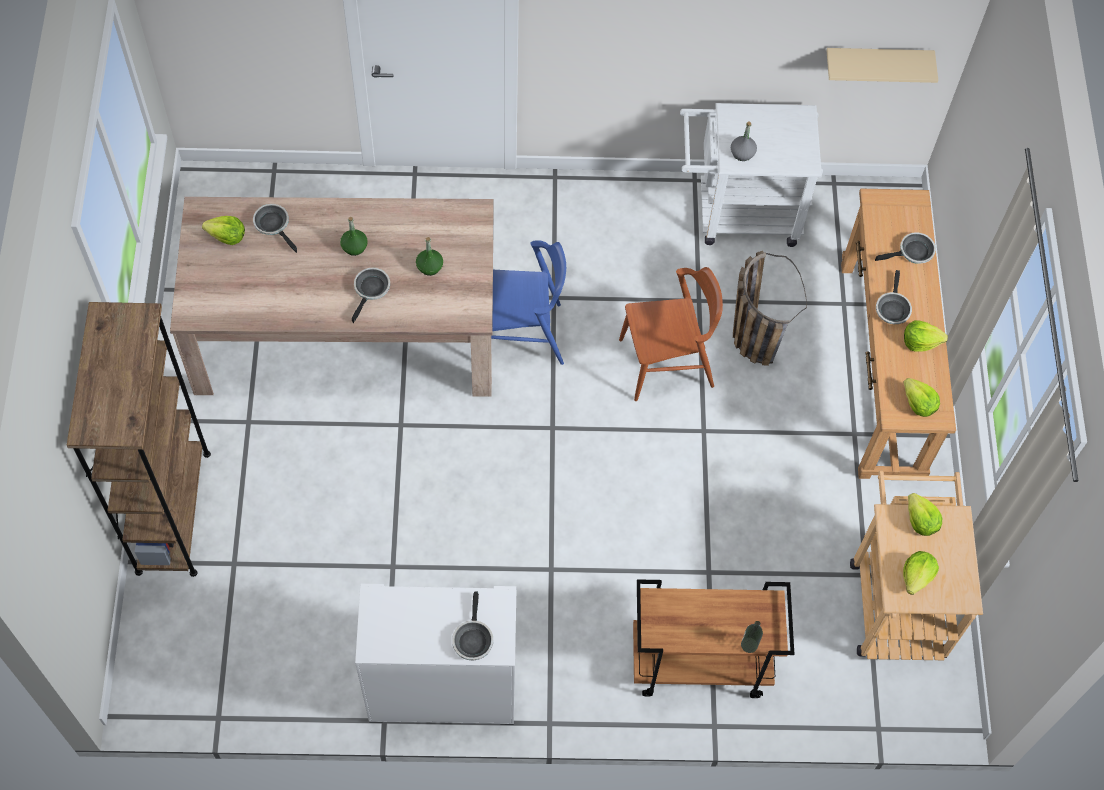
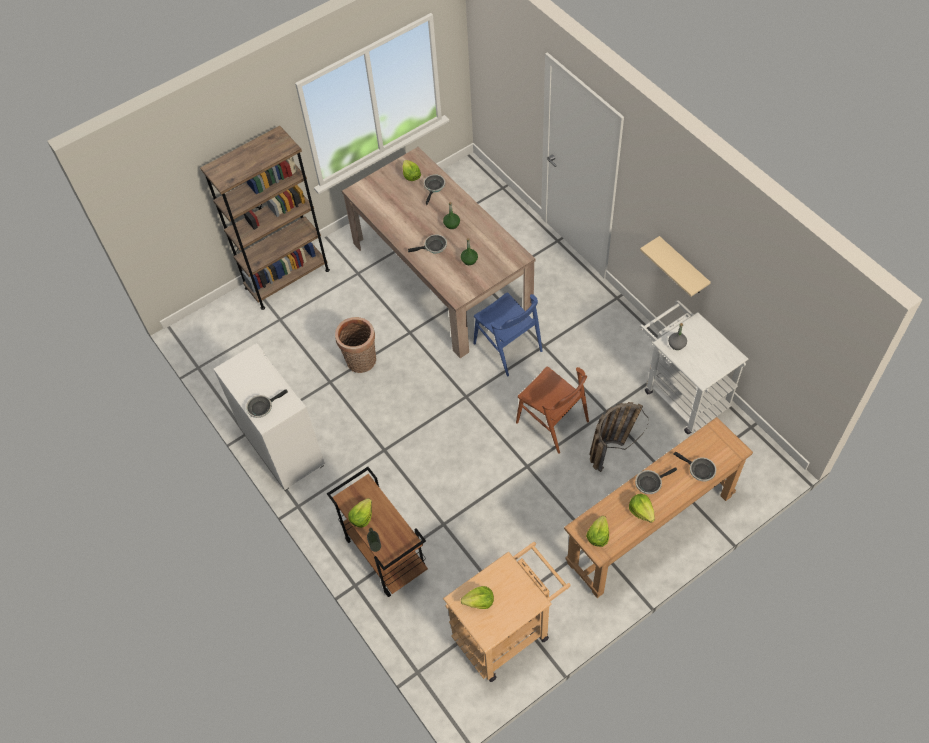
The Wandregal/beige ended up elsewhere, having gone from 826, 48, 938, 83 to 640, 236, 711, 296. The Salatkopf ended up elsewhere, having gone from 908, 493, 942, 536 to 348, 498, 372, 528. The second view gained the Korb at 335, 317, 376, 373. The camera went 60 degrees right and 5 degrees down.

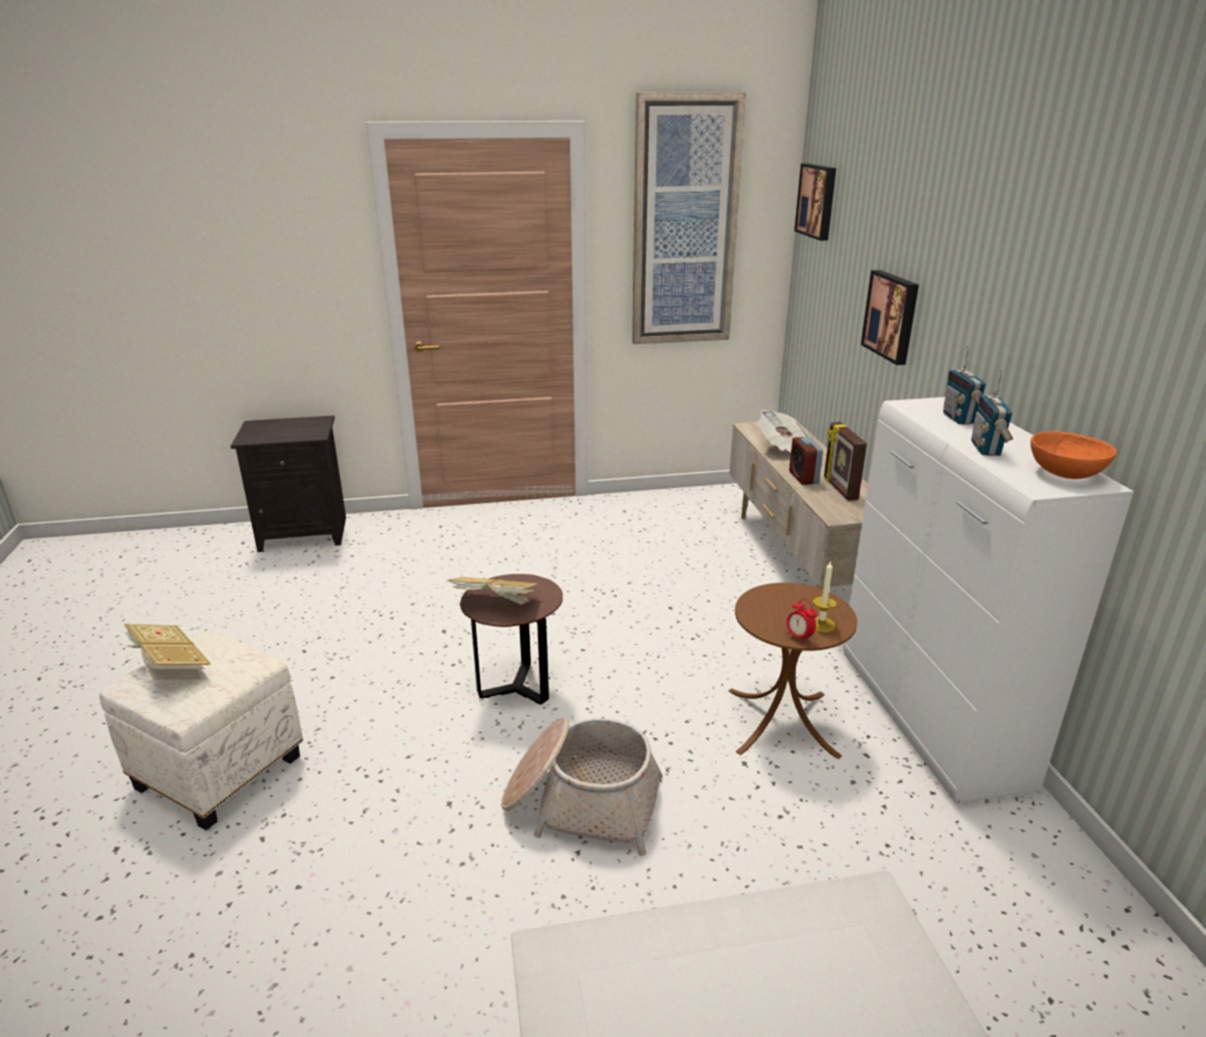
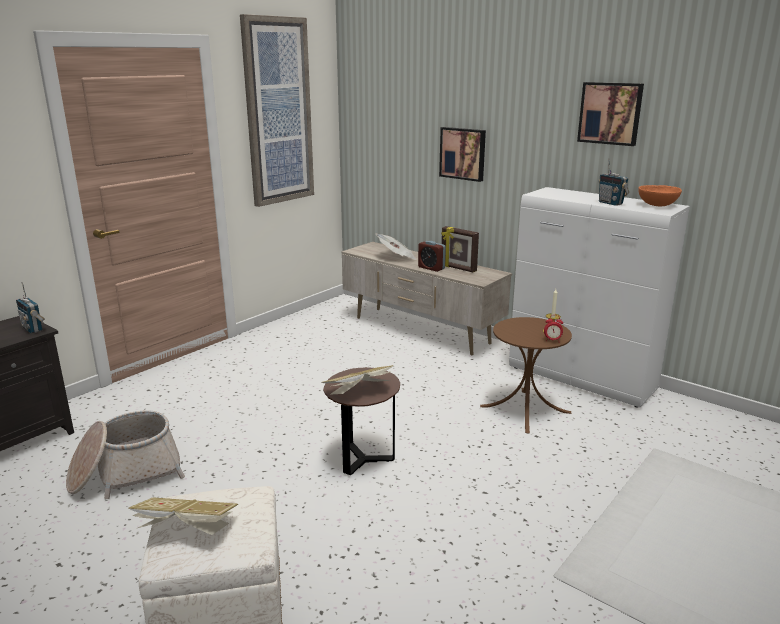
The Bild ended up elsewhere, having gone from 794, 163, 836, 241 to 577, 82, 644, 146. The Radio ended up elsewhere, having gone from 943, 346, 986, 425 to 16, 282, 45, 334. The Korb ended up elsewhere, having gone from 501, 717, 663, 856 to 66, 410, 185, 499. The camera went 40 degrees left and 5 degrees down.

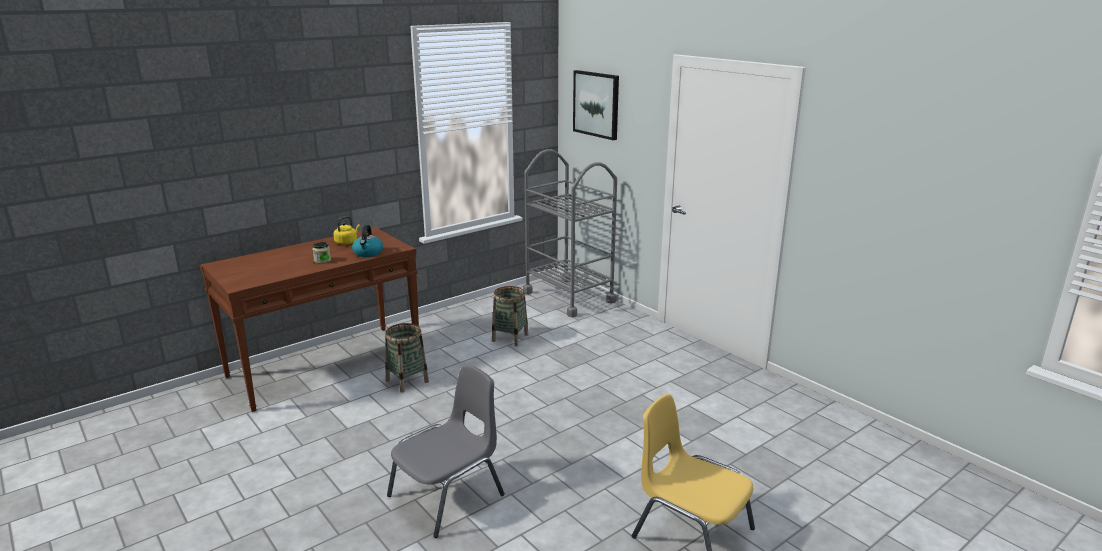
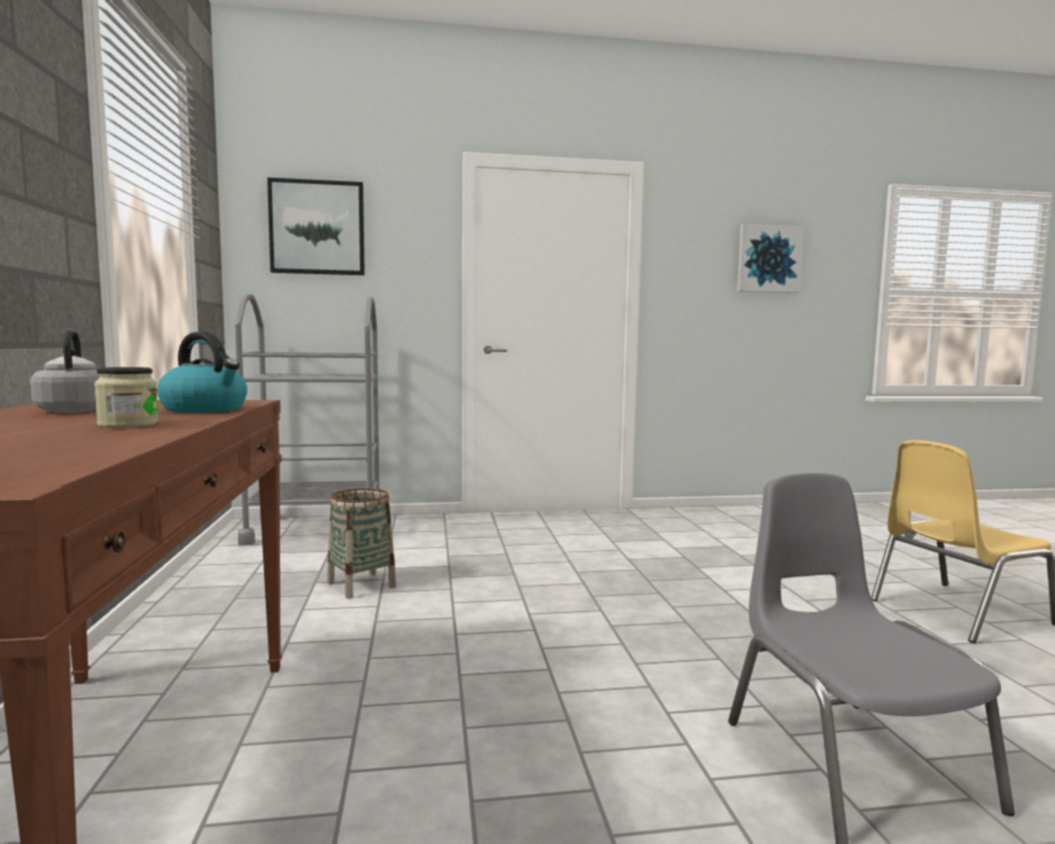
What was the Wasserkessel/gelb at 333, 216, 360, 245 turned into the Wasserkessel/grau at 30, 330, 99, 413. The second view lost the Korb at 385, 323, 429, 392. The second view gained the Bild at 737, 224, 804, 293. The camera went 60 degrees left and 15 degrees down.

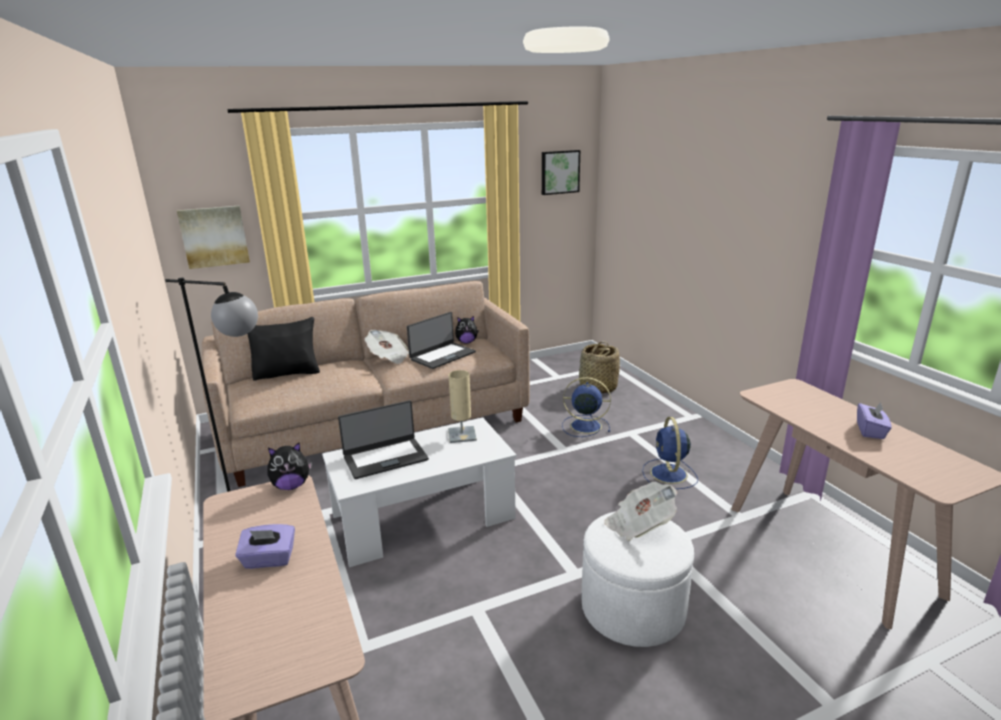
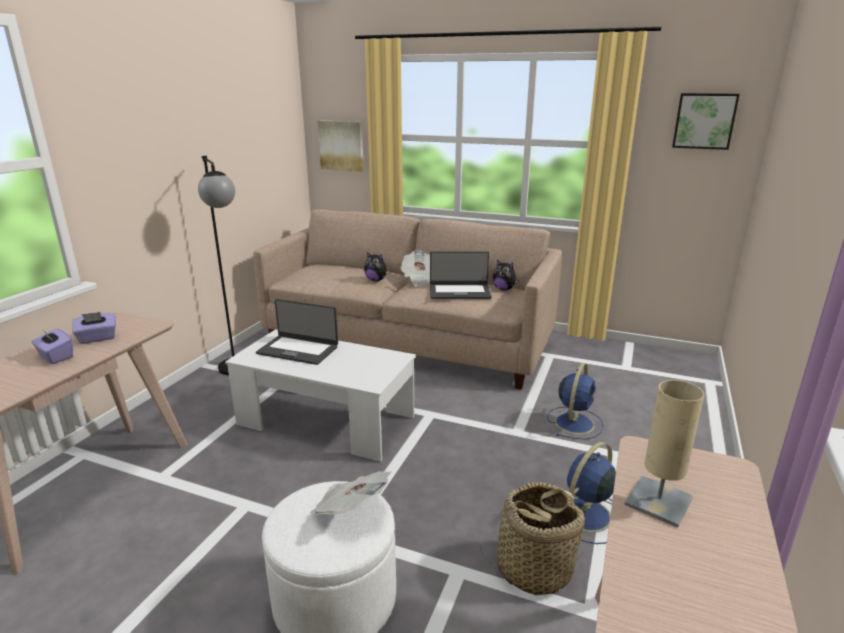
The second view lost the Kissen/schwarz at 247, 317, 320, 381. The Korb ended up elsewhere, having gone from 579, 342, 620, 393 to 480, 482, 586, 596. The Tischlampe/beige ended up elsewhere, having gone from 448, 370, 477, 443 to 624, 380, 704, 528. The Ventilator/blau at 562, 377, 611, 437 ended up facing another way, 60 degrees clockwise from before. The Taschentuchbox/lila ended up elsewhere, having gone from 857, 402, 892, 439 to 72, 312, 116, 344. The Plüschtier ended up elsewhere, having gone from 267, 443, 312, 490 to 364, 252, 390, 281. The camera went 45 degrees right and 0 degrees up.

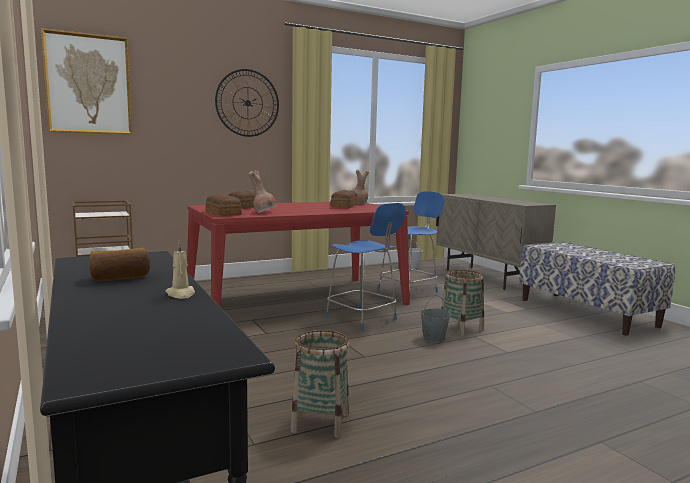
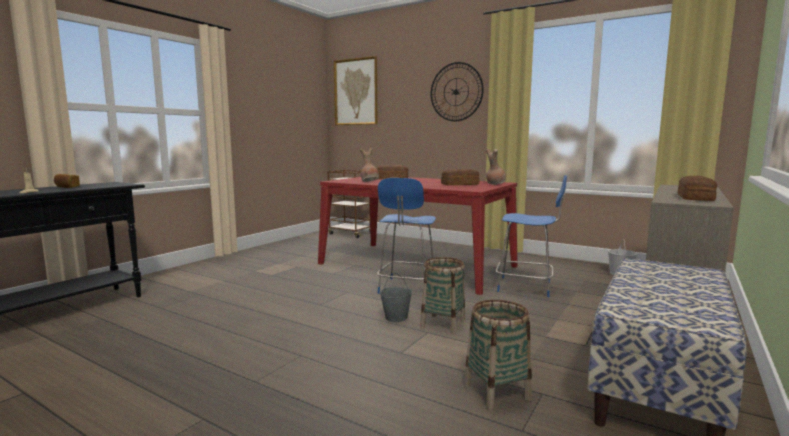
The Brot ended up elsewhere, having gone from 206, 194, 242, 216 to 678, 176, 717, 201. The Korb ended up elsewhere, having gone from 290, 330, 350, 438 to 464, 300, 532, 410. The camera went 60 degrees right and 0 degrees up.

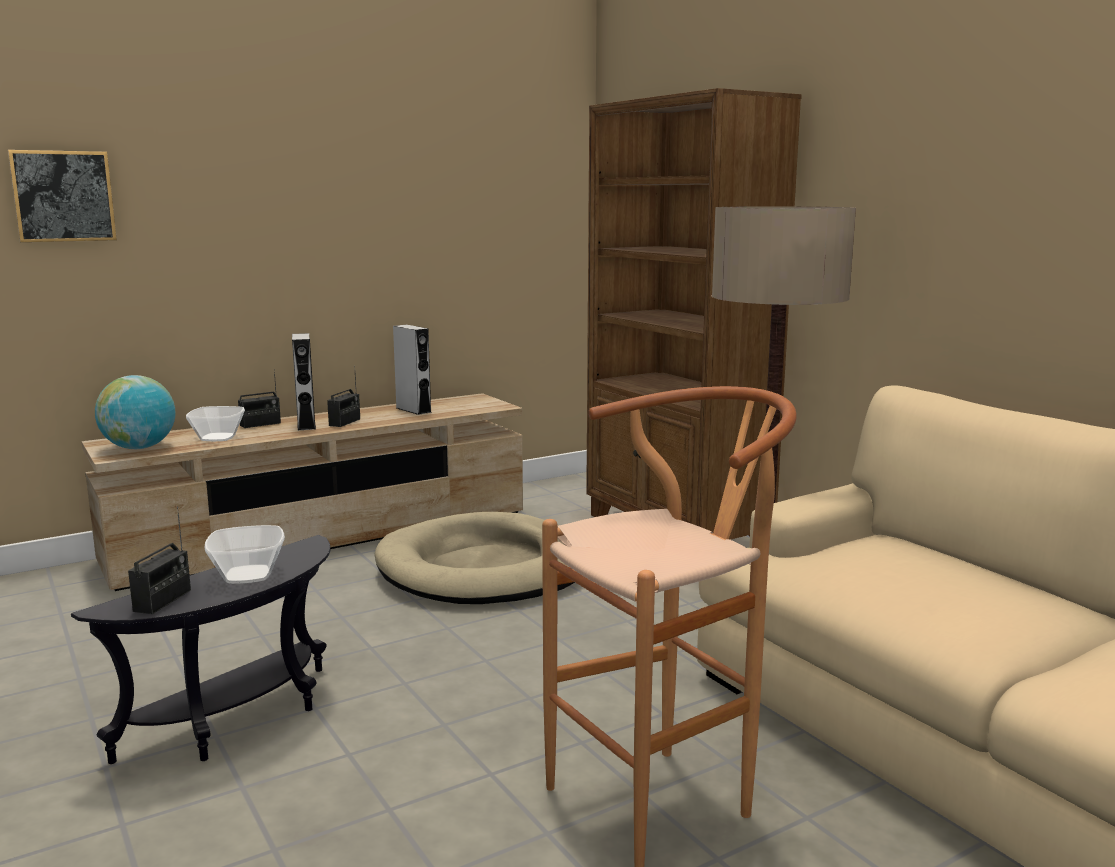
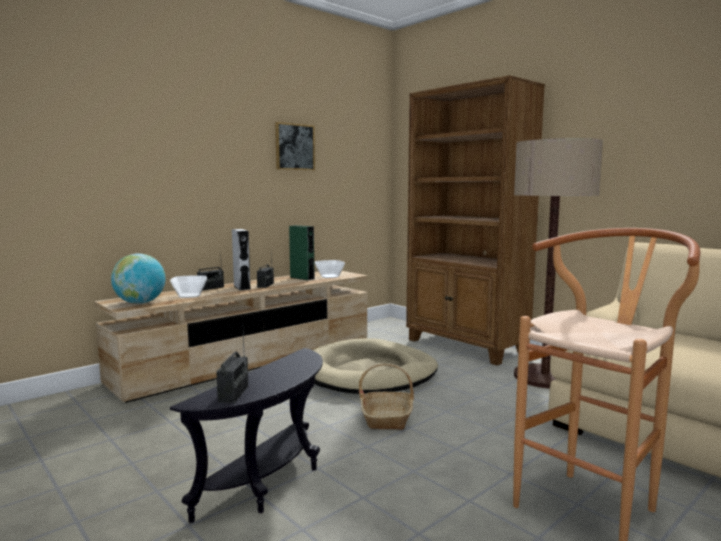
The Bild ended up elsewhere, having gone from 8, 150, 117, 242 to 275, 122, 315, 171. What was the Lautsprecher/grau at 393, 325, 431, 415 turned into the Lautsprecher/grün at 289, 225, 315, 280. The Schüssel ended up elsewhere, having gone from 204, 525, 285, 584 to 315, 260, 345, 278. The second view gained the Korb at 359, 363, 414, 430. The camera went 10 degrees left and 5 degrees down.

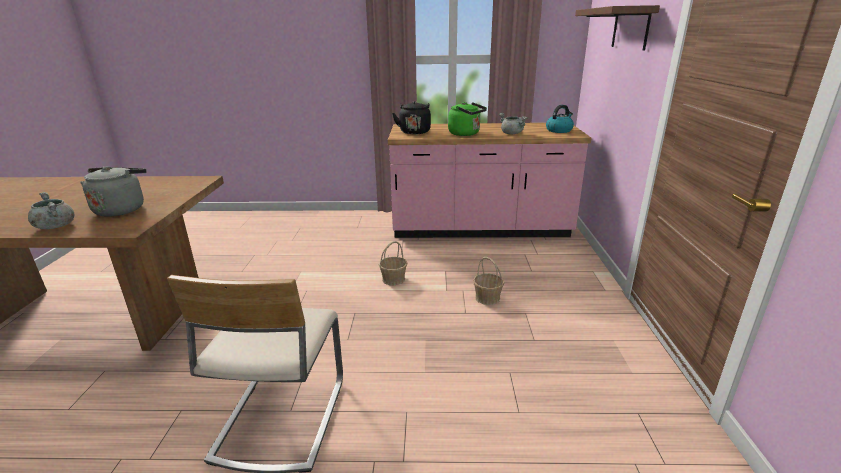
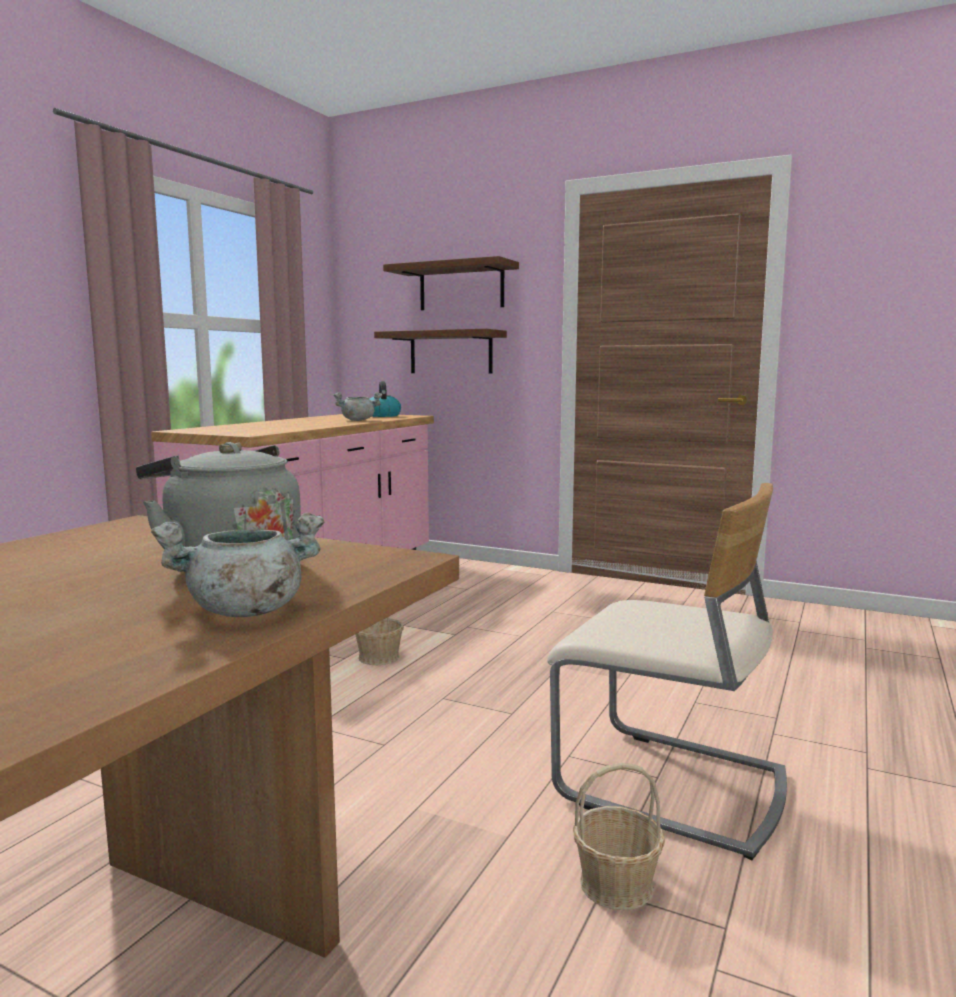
The second view lost the Wasserkessel/schwarz at 392, 101, 431, 134. The second view lost the Wasserkessel/grün at 448, 102, 487, 136. The Korb ended up elsewhere, having gone from 473, 257, 504, 305 to 573, 762, 665, 910. The second view gained the Wandregal/braun at 374, 329, 507, 374. The camera went 65 degrees left and 15 degrees down.

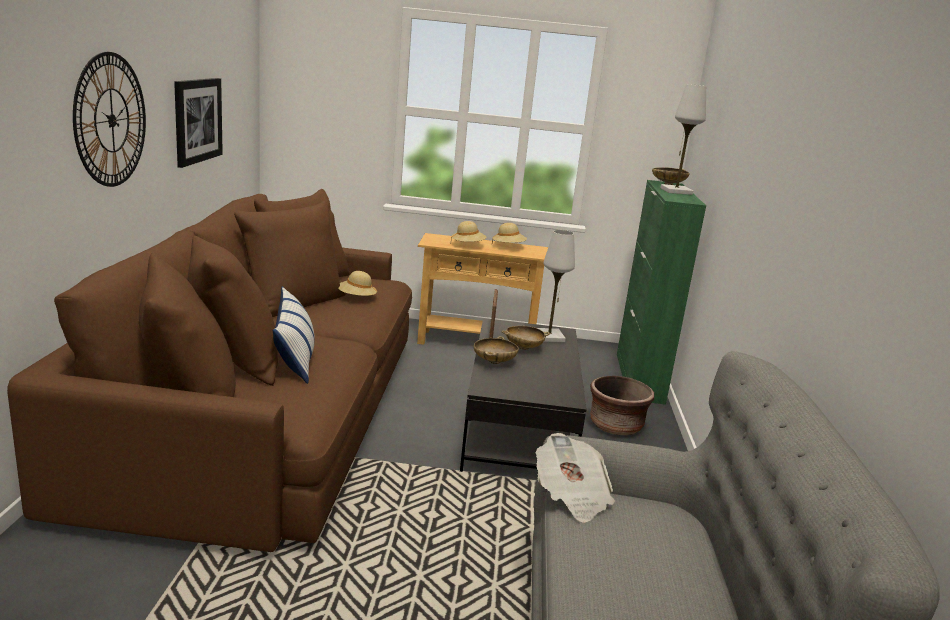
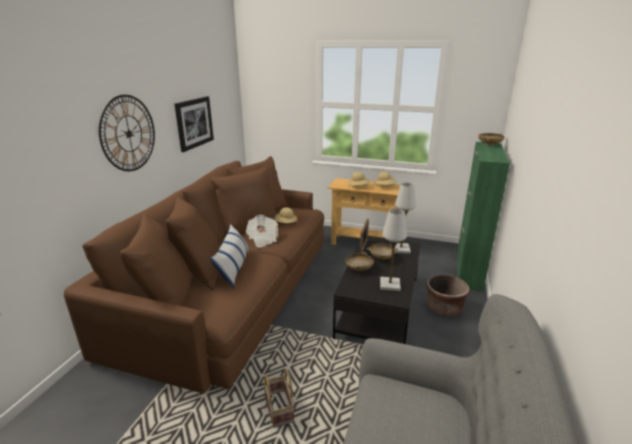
The Tischlampe/weiß ended up elsewhere, having gone from 661, 84, 706, 195 to 380, 209, 407, 291. The Zeitung ended up elsewhere, having gone from 536, 433, 615, 523 to 246, 215, 278, 248. The second view gained the Korb at 263, 369, 295, 428. The camera went 15 degrees right and 5 degrees up.

